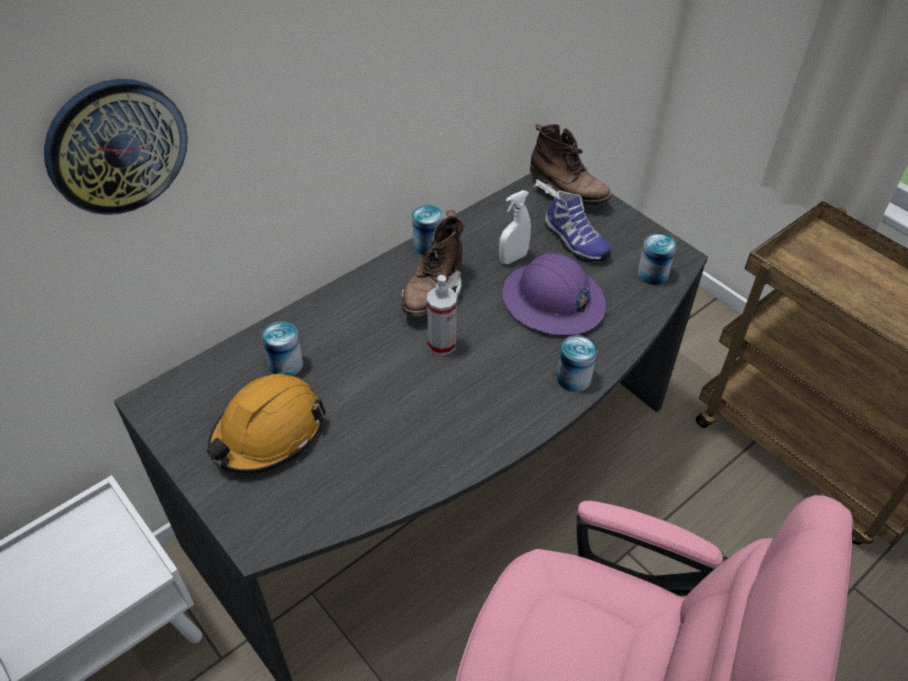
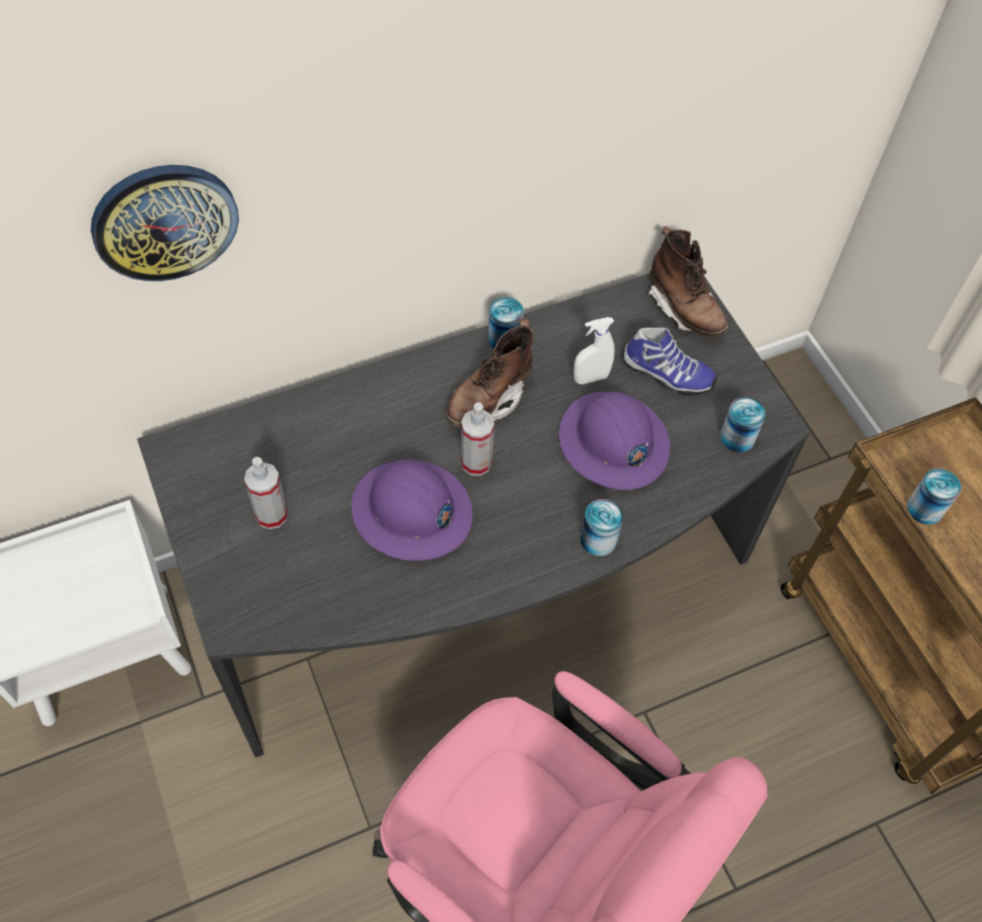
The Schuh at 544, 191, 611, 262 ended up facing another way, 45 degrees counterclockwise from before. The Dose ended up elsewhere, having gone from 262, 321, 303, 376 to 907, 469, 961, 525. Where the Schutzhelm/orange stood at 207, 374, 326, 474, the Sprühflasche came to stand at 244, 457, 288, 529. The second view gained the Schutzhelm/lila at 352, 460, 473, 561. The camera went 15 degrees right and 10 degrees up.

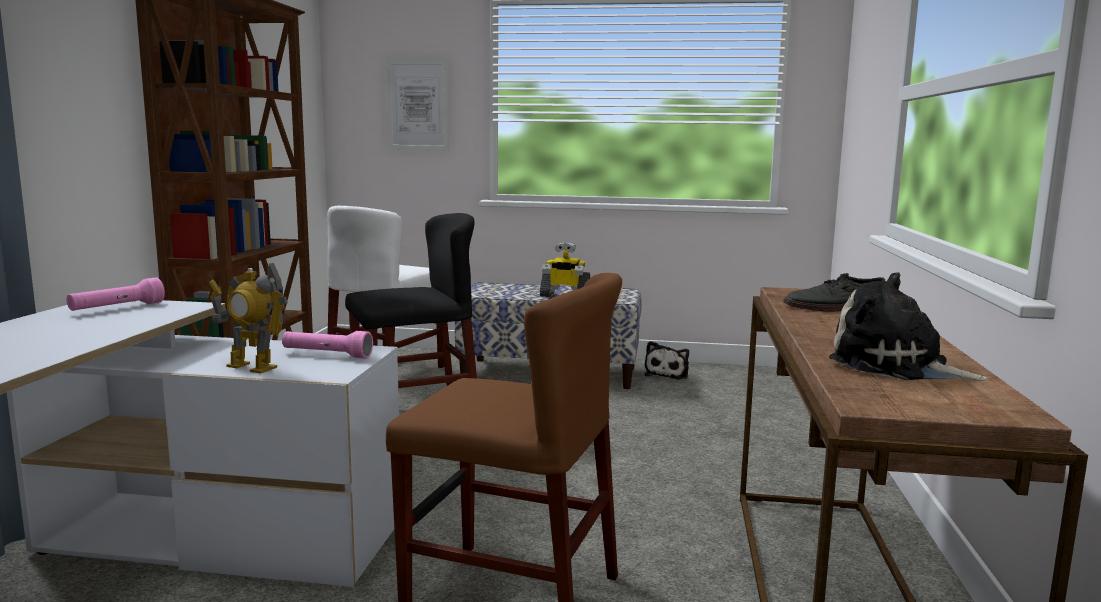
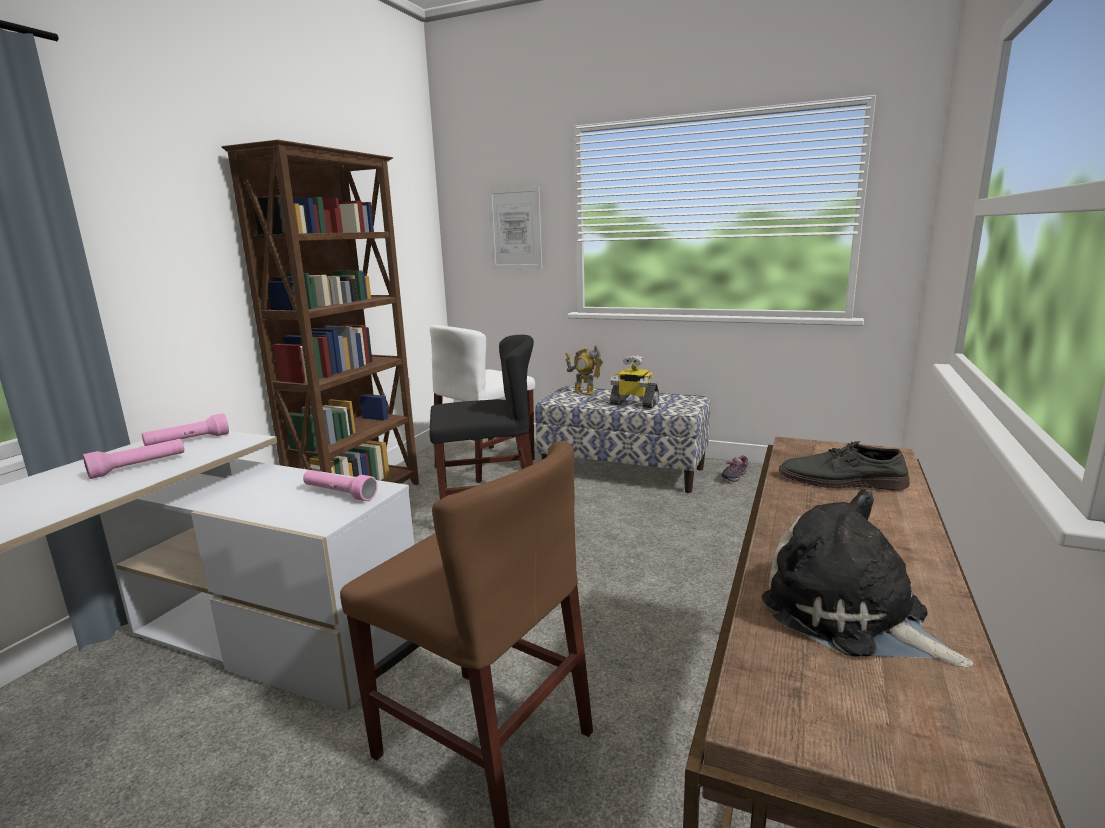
The Spielzeugroboter ended up elsewhere, having gone from 209, 263, 288, 374 to 565, 345, 603, 395. Where the Plüschtier stood at 645, 341, 689, 379, the Schuh came to stand at 721, 456, 748, 482. The second view gained the Taschenlampe/rosa at 83, 439, 184, 479. The camera went 15 degrees right and 5 degrees up.

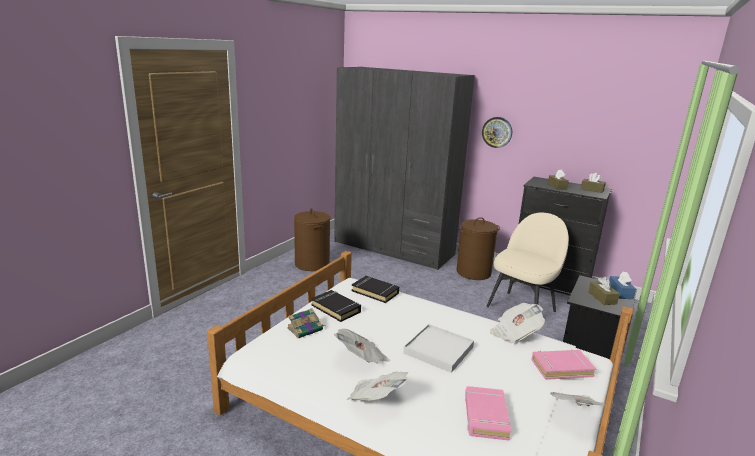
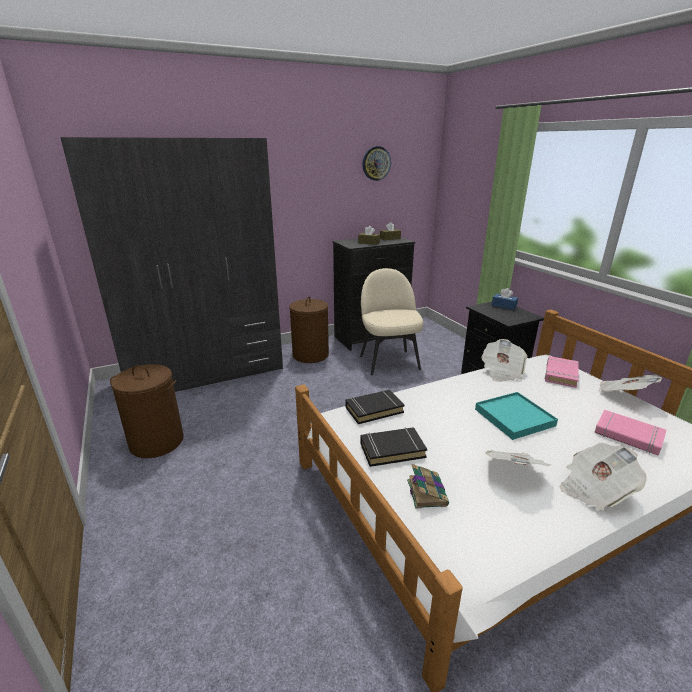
The Wanduhr ended up elsewhere, having gone from 482, 117, 512, 148 to 362, 146, 391, 181. The second view lost the Taschentuchbox/braun at 588, 277, 620, 305. What was the Tablett/weiß at 403, 324, 474, 373 turned into the Tablett/türkis at 475, 392, 558, 440. The camera went 55 degrees left and 5 degrees up.

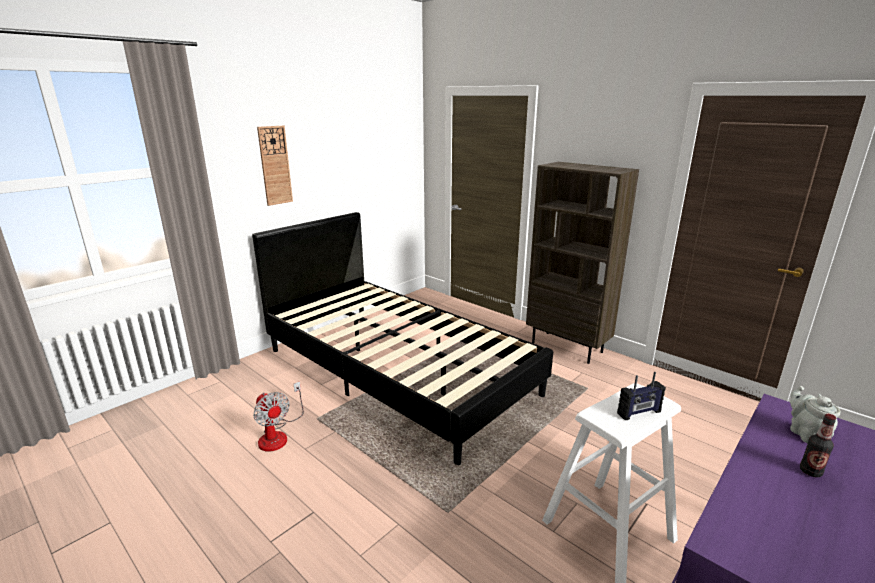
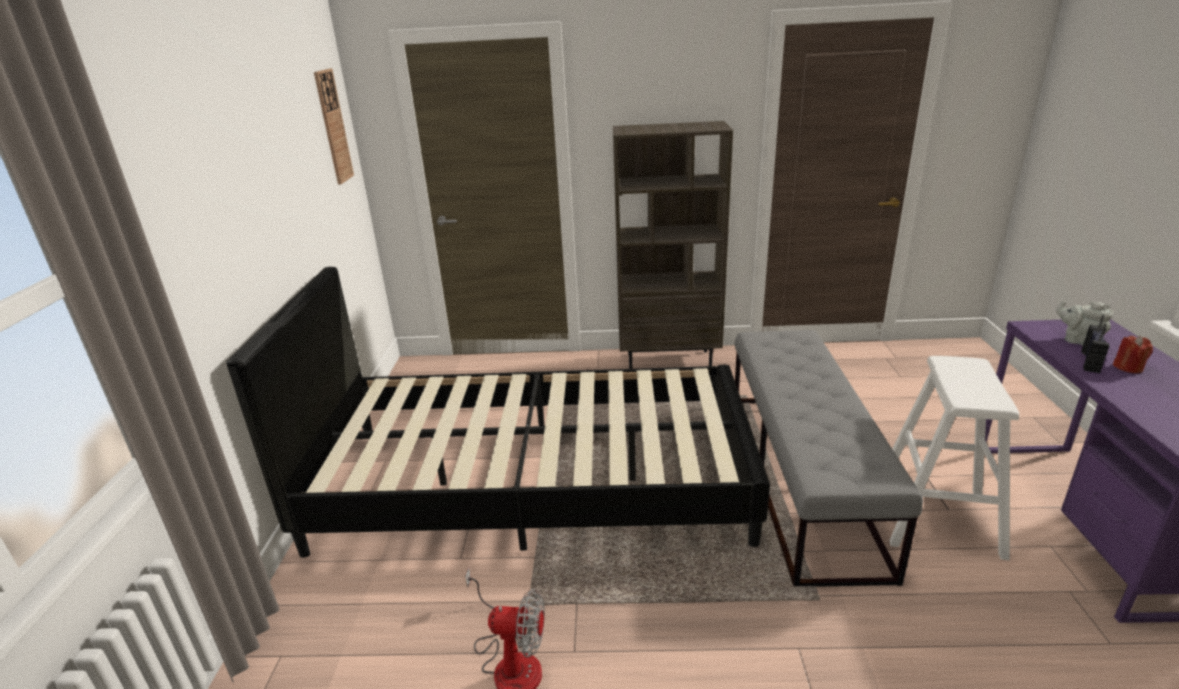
The Wanduhr ended up elsewhere, having gone from 257, 126, 293, 206 to 314, 68, 354, 185. The Radio ended up elsewhere, having gone from 617, 372, 666, 420 to 1082, 315, 1109, 373. Where the Flasche stood at 800, 414, 836, 477, the Kerze/rot came to stand at 1113, 336, 1153, 373. The second view gained the Bank/grau at 735, 330, 923, 587. The camera went 40 degrees left and 5 degrees up.

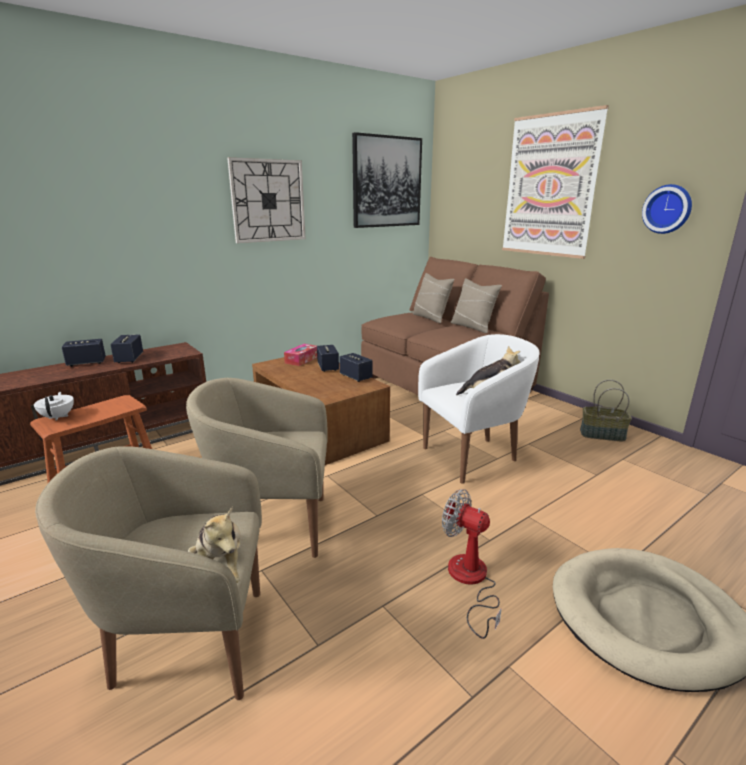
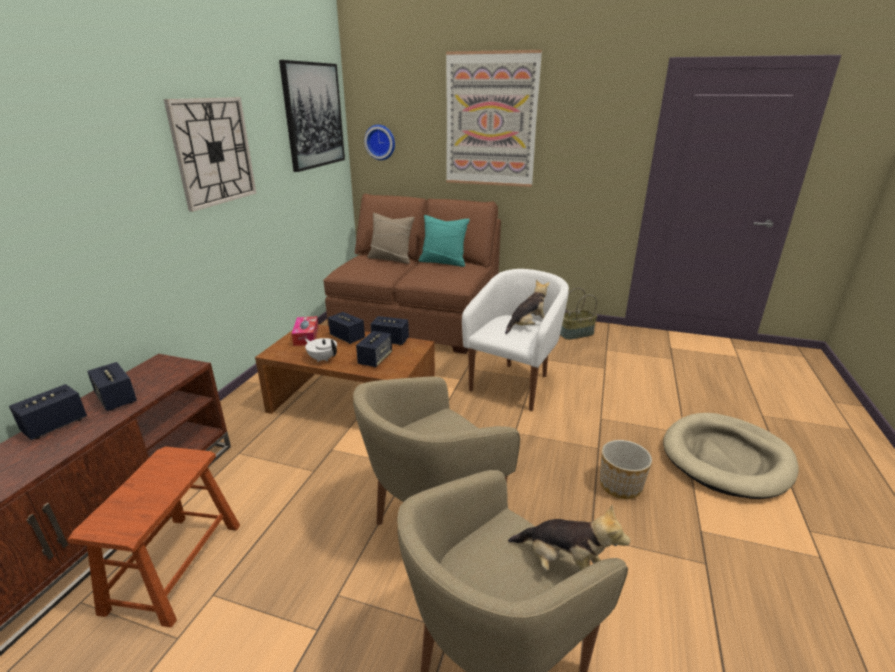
The Wanduhr ended up elsewhere, having gone from 642, 184, 692, 234 to 364, 125, 395, 160. What was the Kissen/beige at 451, 278, 502, 333 turned into the Kissen/türkis at 418, 215, 470, 267. The Teekanne/weiß ended up elsewhere, having gone from 34, 392, 74, 421 to 305, 338, 337, 362. Where the Ventilator stood at 442, 489, 502, 639, the Pflanzkübel came to stand at 600, 440, 652, 499. The second view gained the Lautsprecher at 356, 331, 392, 367. The camera went 35 degrees left and 5 degrees up.

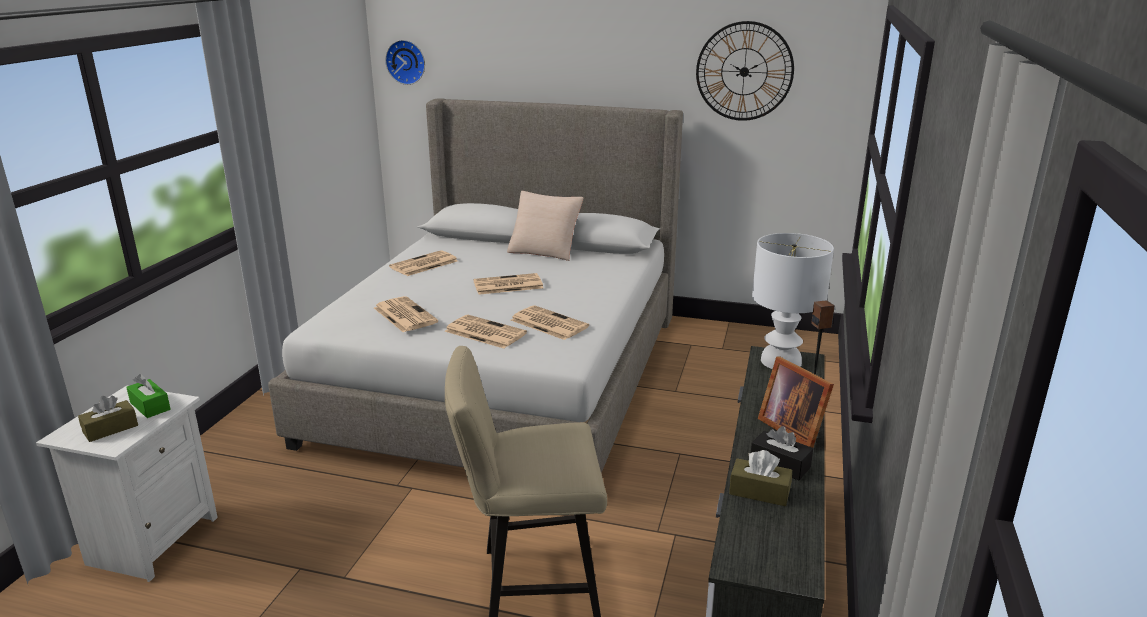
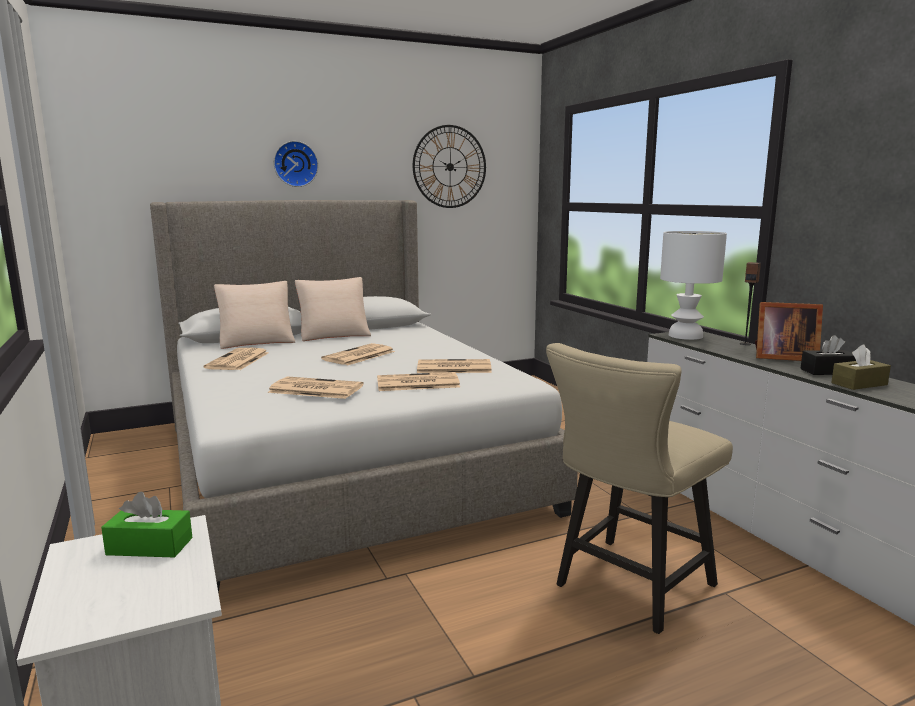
The Wanduhr ended up elsewhere, having gone from 385, 40, 425, 85 to 274, 141, 318, 187. The second view lost the Taschentuchbox/braun at 78, 396, 138, 442. The second view gained the Kissen/beige at 214, 281, 295, 349. The camera went 40 degrees left and 10 degrees down.

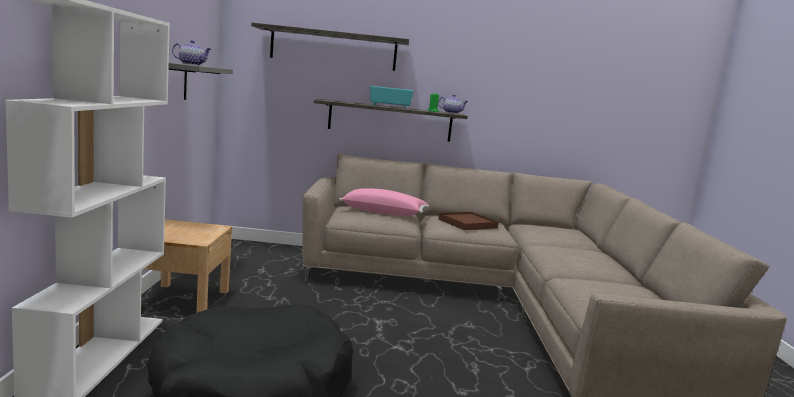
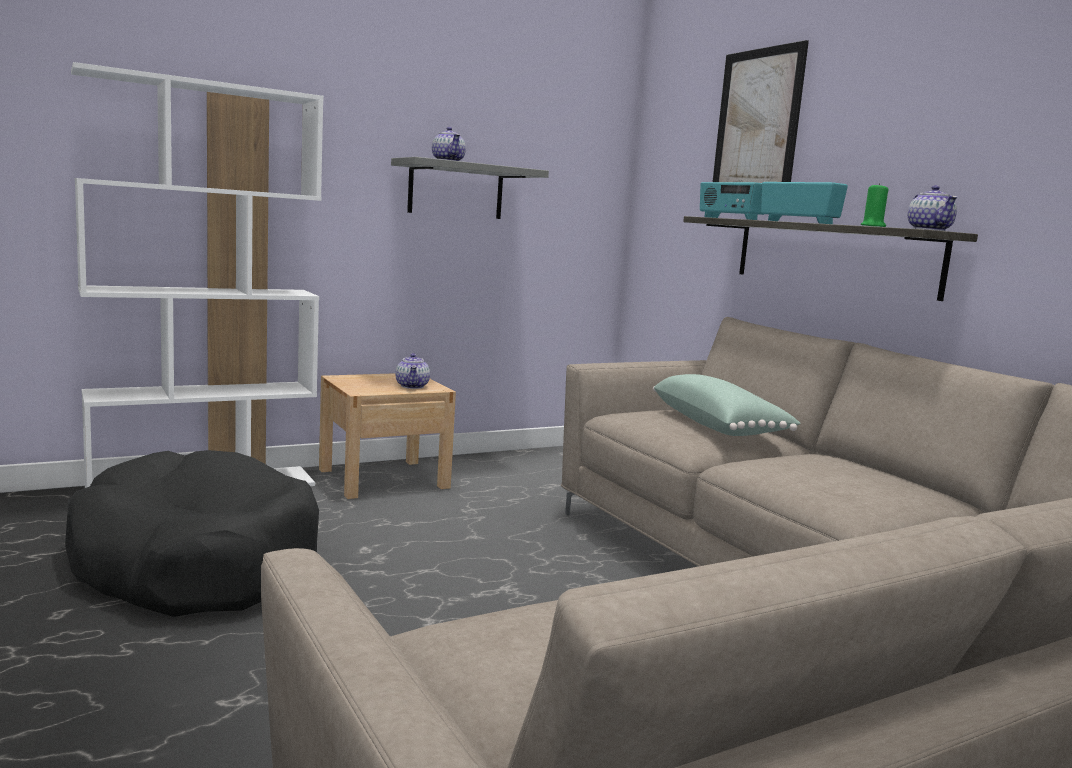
Where the Wandregal hung at 251, 23, 409, 71, the Bild came to hang at 712, 40, 809, 183. What was the Kissen/rosa at 339, 188, 429, 216 turned into the Kissen/grün at 653, 374, 800, 436. The second view lost the Tablett/braun at 438, 212, 499, 230. The second view gained the Radio at 700, 182, 764, 220. The second view gained the Teekanne at 395, 353, 430, 389. The camera went 60 degrees right and 0 degrees up.

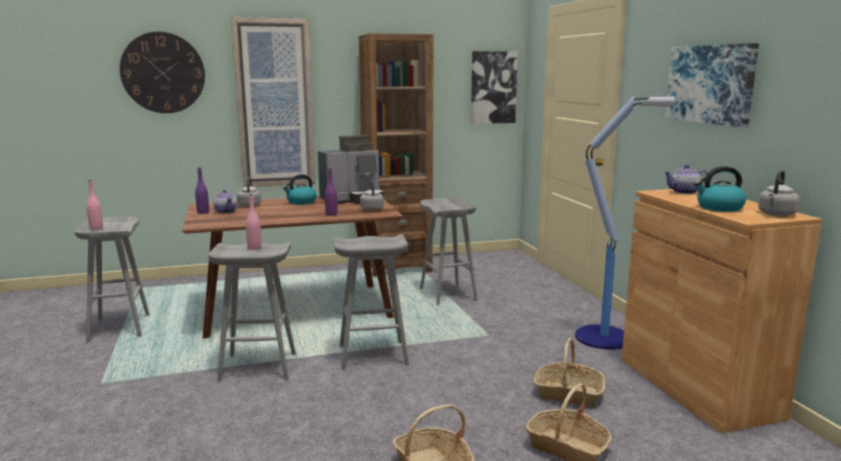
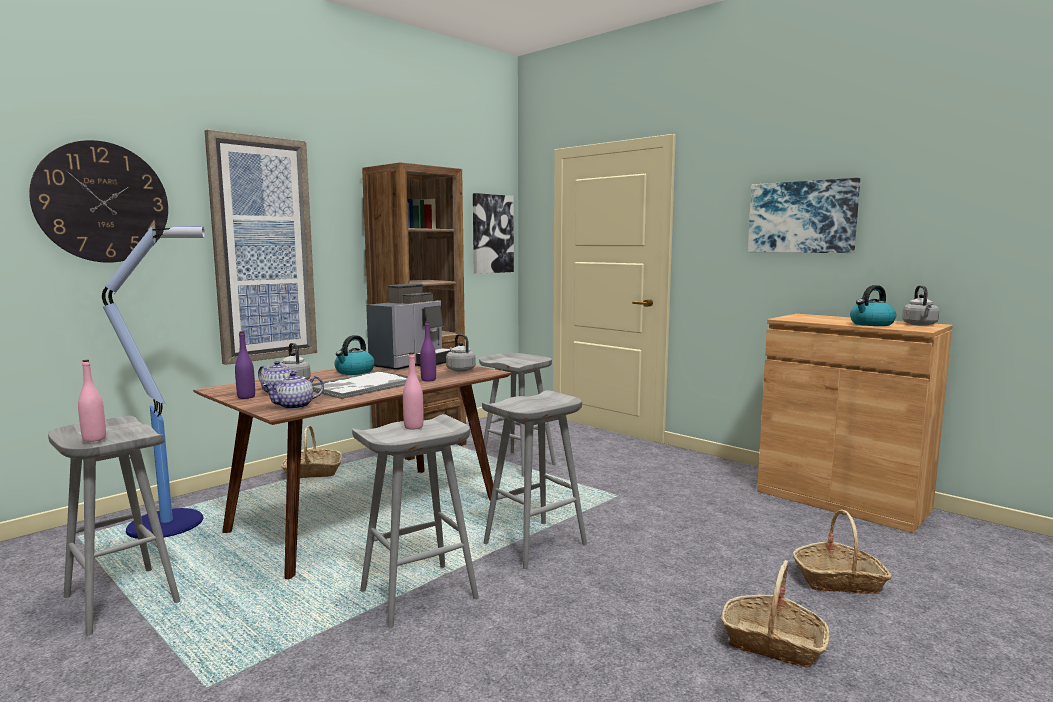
The Stehlampe ended up elsewhere, having gone from 575, 96, 675, 350 to 102, 225, 205, 539. The Teekanne ended up elsewhere, having gone from 663, 165, 708, 194 to 263, 372, 324, 410. The Korb ended up elsewhere, having gone from 534, 338, 605, 407 to 281, 425, 342, 478. The second view gained the Tablett at 312, 371, 408, 399. The camera went 30 degrees left and 5 degrees down.

